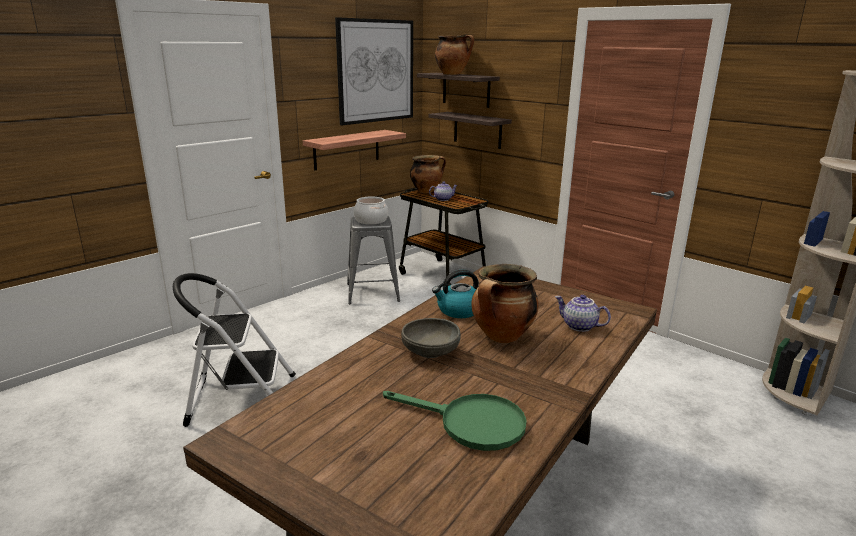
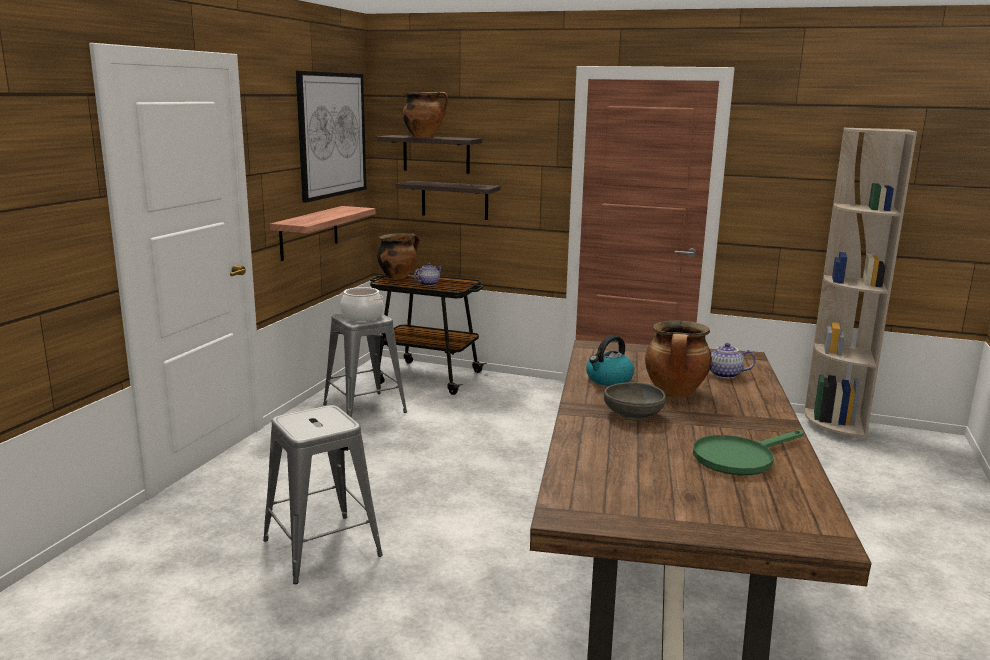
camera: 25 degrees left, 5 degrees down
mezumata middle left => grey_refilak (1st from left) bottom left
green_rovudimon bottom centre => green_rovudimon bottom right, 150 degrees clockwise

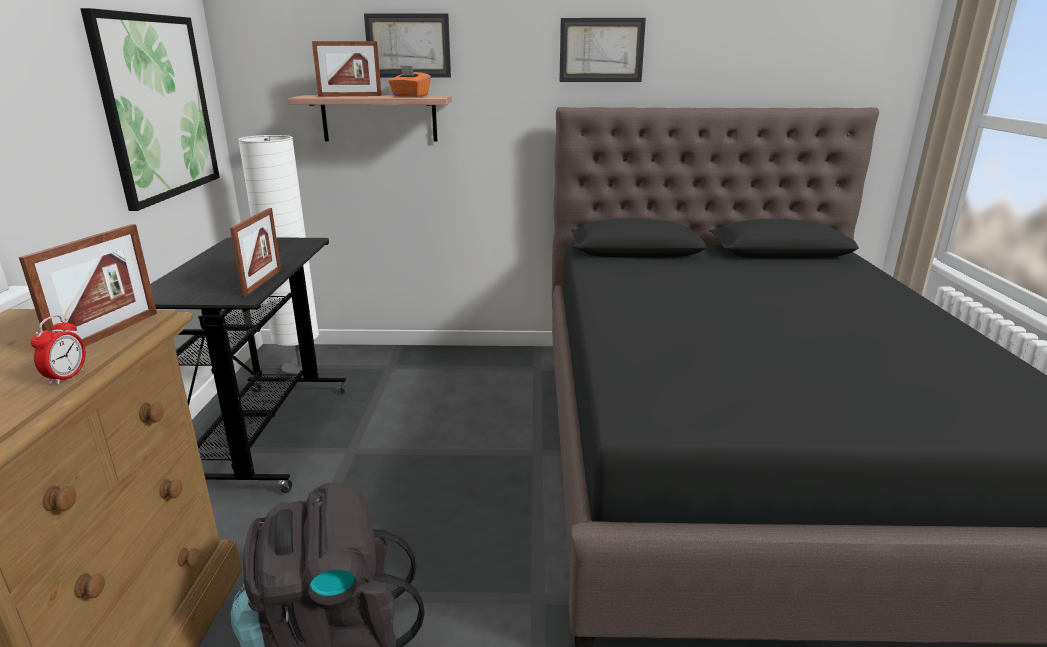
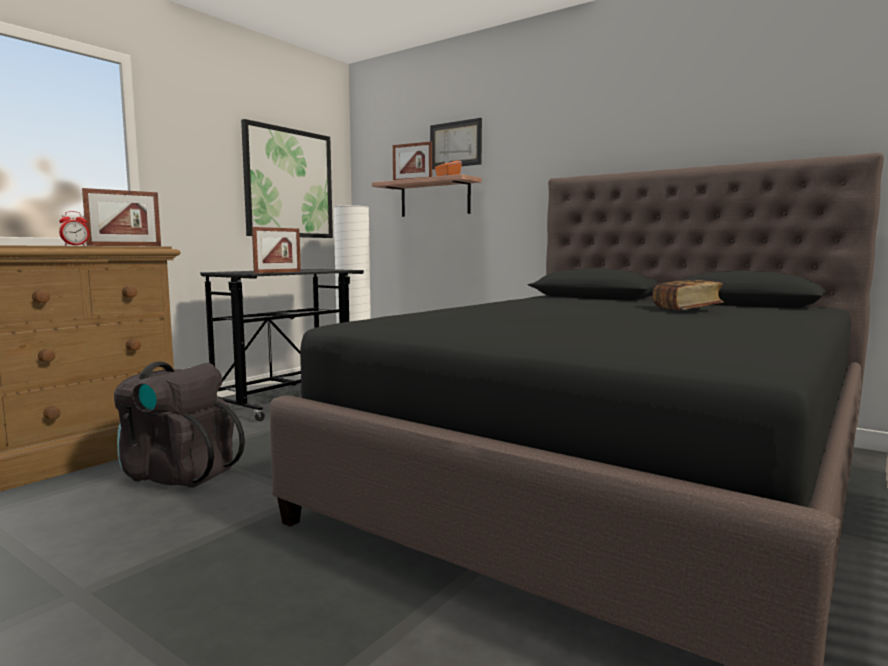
camera: 35 degrees right, 15 degrees down
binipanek (3rd from left) top centre => nothing
nothing => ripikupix middle right

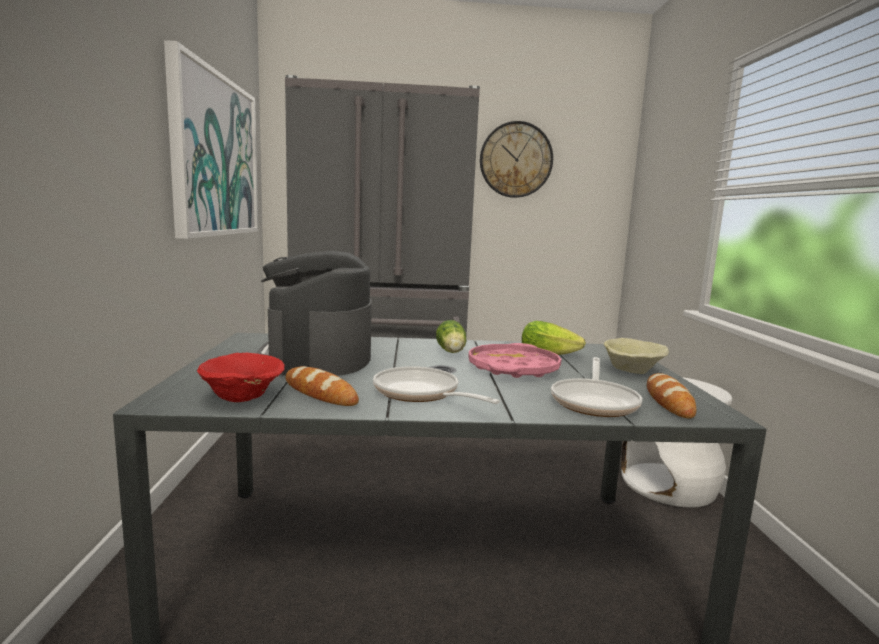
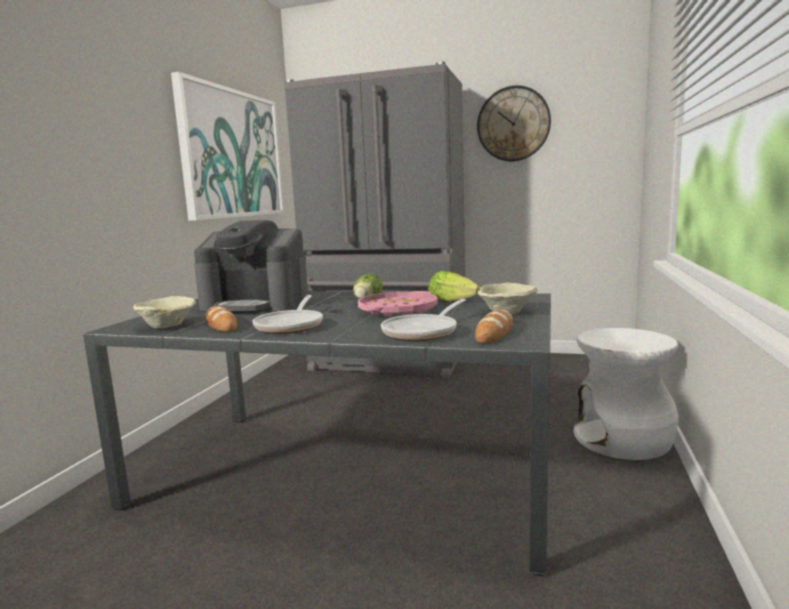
camera: 20 degrees right, 0 degrees up
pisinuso centre => pisinuso middle left, 90 degrees counterclockwise
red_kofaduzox middle left => beige_kofaduzox (1st from left) middle left
rovudimon (1st from left) centre, 150 degrees counterclockwise

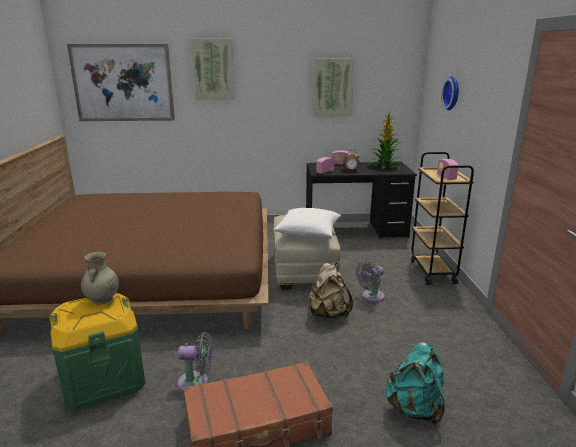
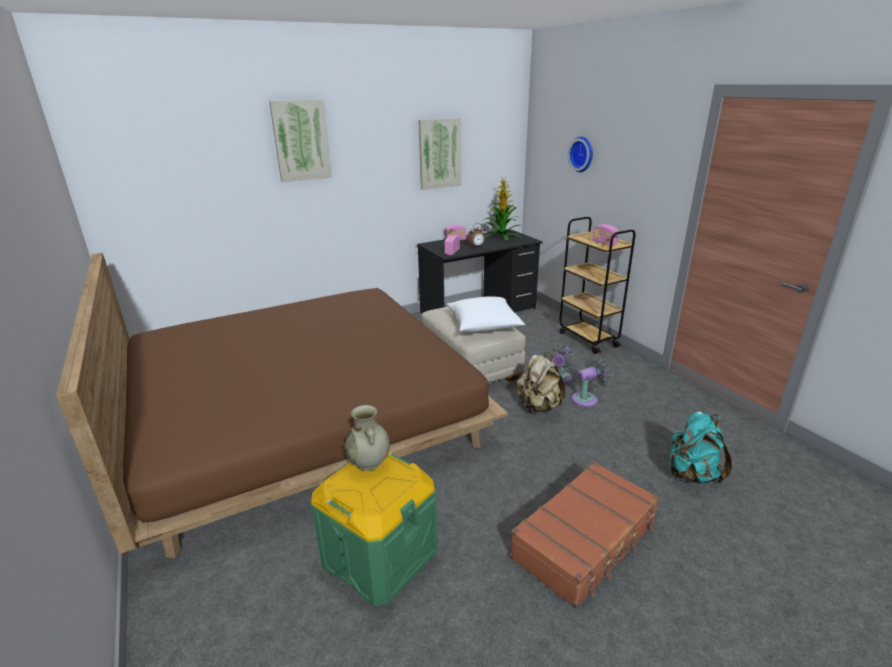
camera: 25 degrees left, 5 degrees up
binipanek (1st from left) top left => nothing
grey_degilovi (1st from left in the first image) bottom centre => grey_degilovi (2nd from left) centre, moved

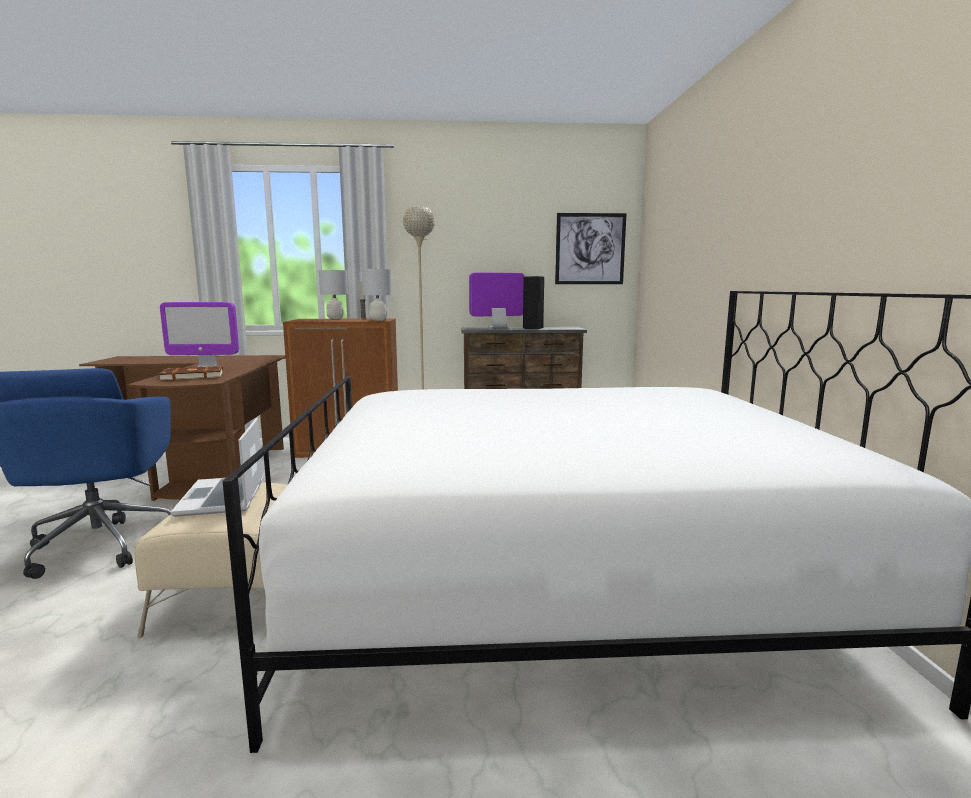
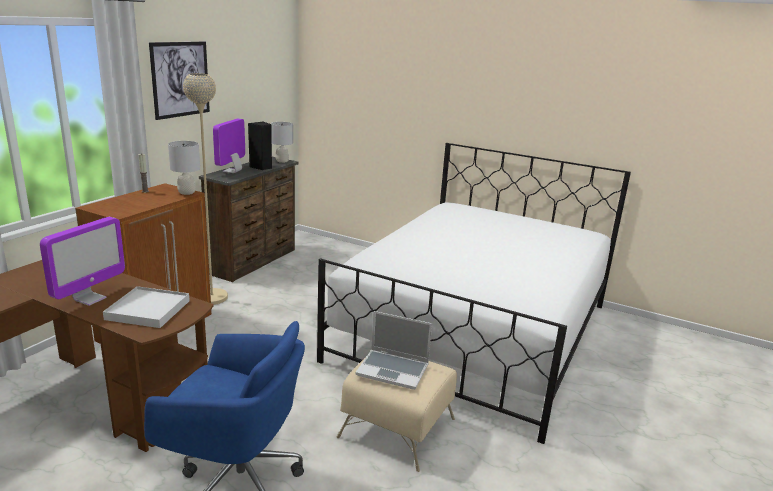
camera: 60 degrees left, 10 degrees up
binipanek top centre => binipanek top left, moved
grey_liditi (1st from left in the first image) centre => grey_liditi (2nd from left) top centre, moved
brown_ripikupix middle left => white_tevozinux middle left

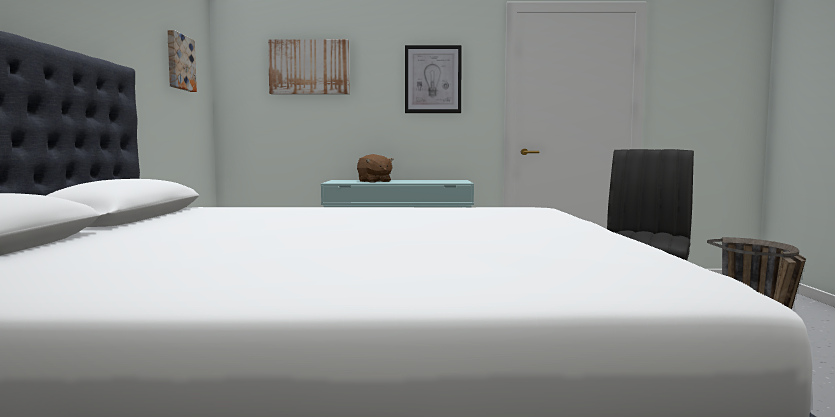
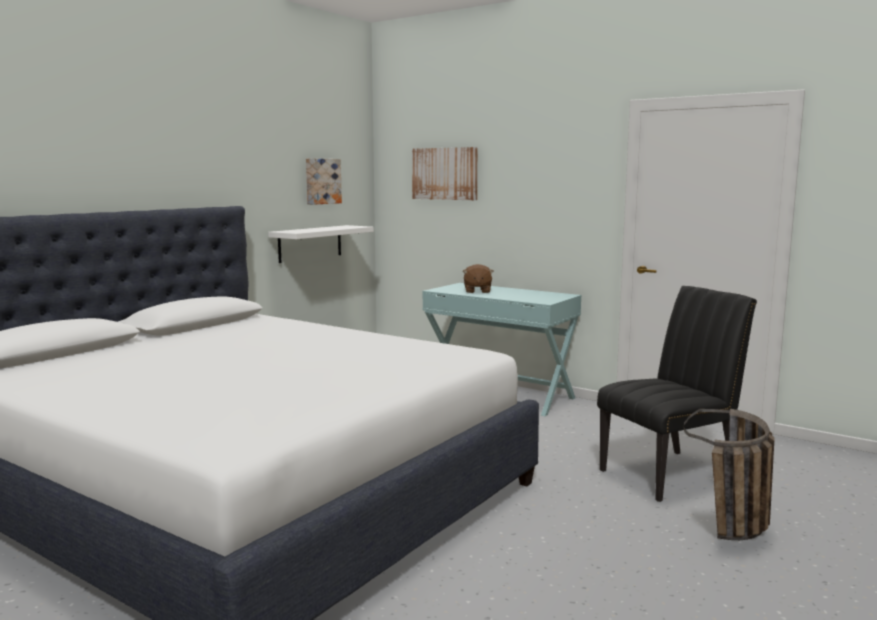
camera: 35 degrees right, 5 degrees up
binipanek (3rd from left) top centre => nothing
nothing => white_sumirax centre

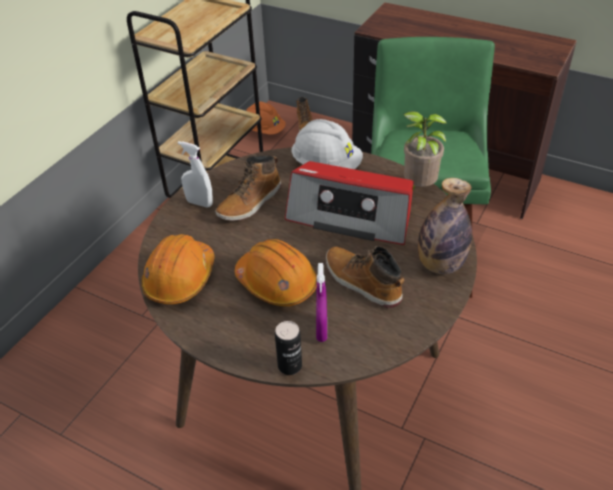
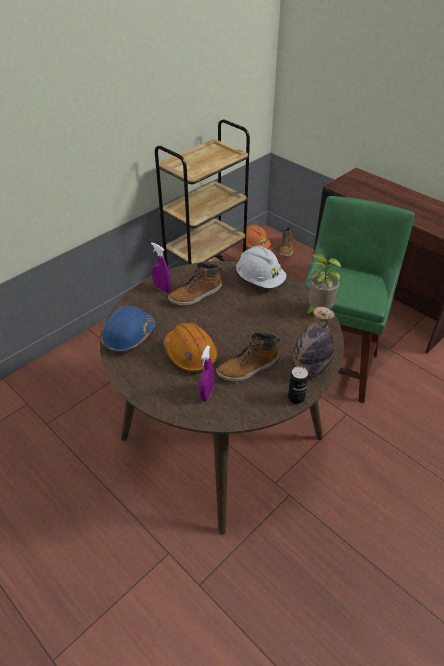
camera: 15 degrees right, 0 degrees up
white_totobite middle left => purple_totobite (1st from left) centre
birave centre => nothing
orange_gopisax (1st from left) middle left => blue_gopisax middle left
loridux (3rd from left in the first image) centre => loridux (2nd from left) centre, 90 degrees counterclockwise
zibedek bottom centre => zibedek middle right, moved

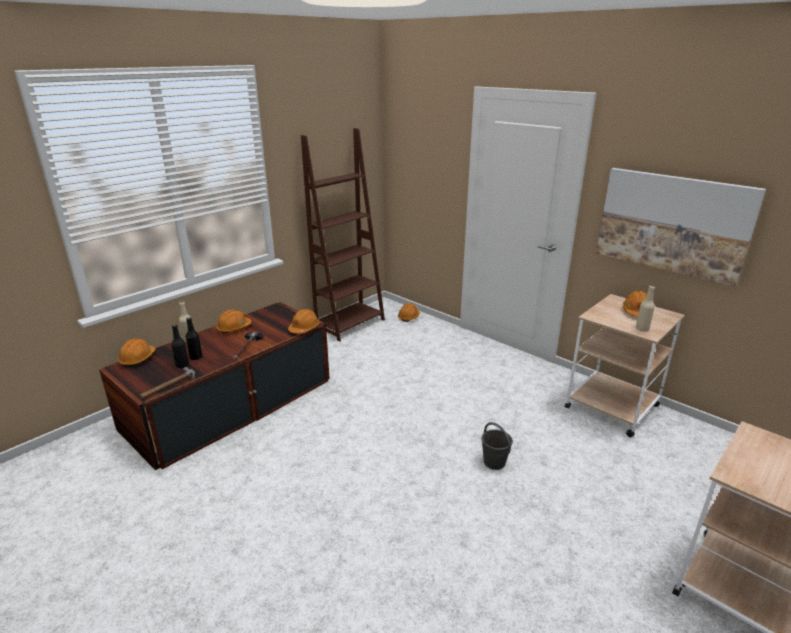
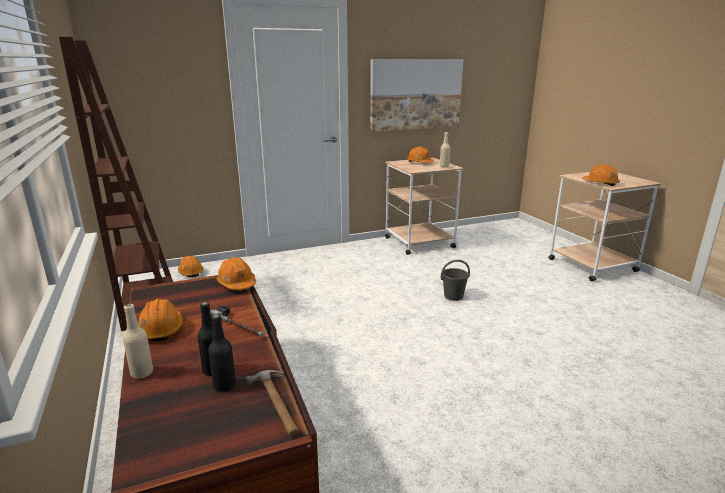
camera: 65 degrees left, 5 degrees down
orange_gopisax (1st from left in the first image) middle left => orange_gopisax (5th from left) middle right, moved

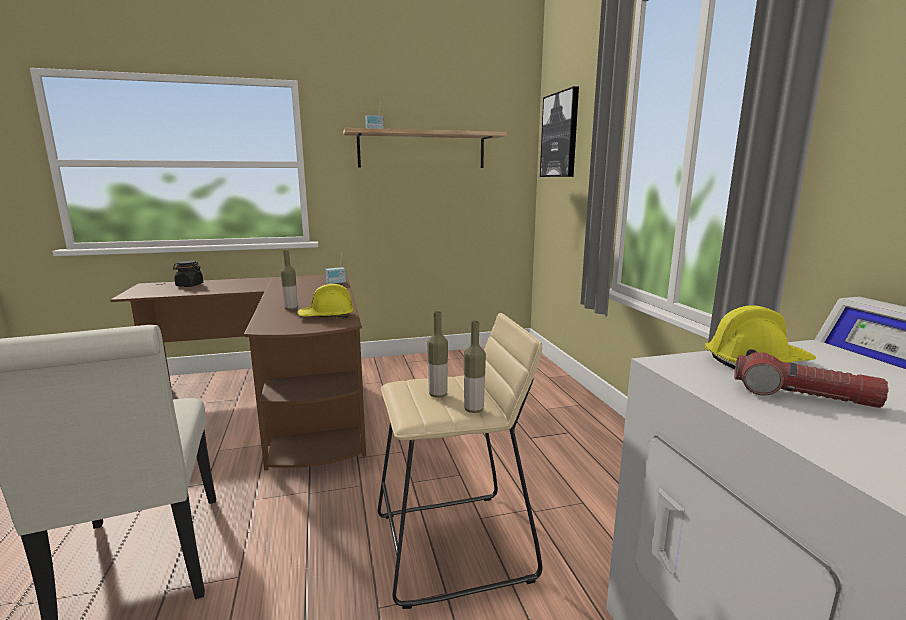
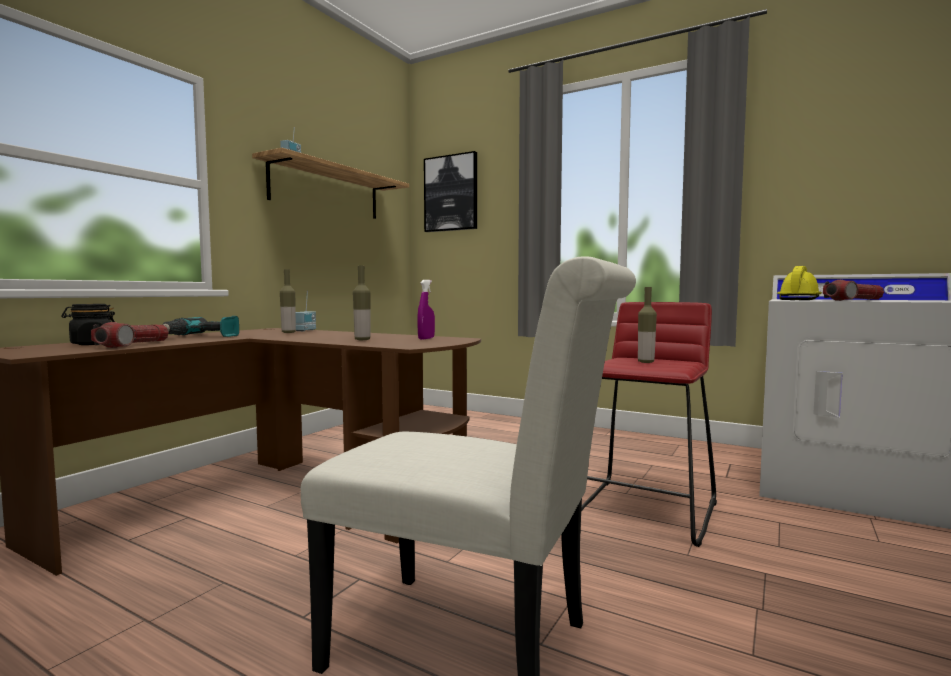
camera: 45 degrees left, 10 degrees down
yellow_gopisax (1st from left) centre => purple_totobite centre
beige_refilak bottom centre => red_refilak middle right
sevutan (3rd from left in the first image) centre => sevutan (1st from left) middle left, moved
nothing => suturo middle left
nothing => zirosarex (1st from left) middle left

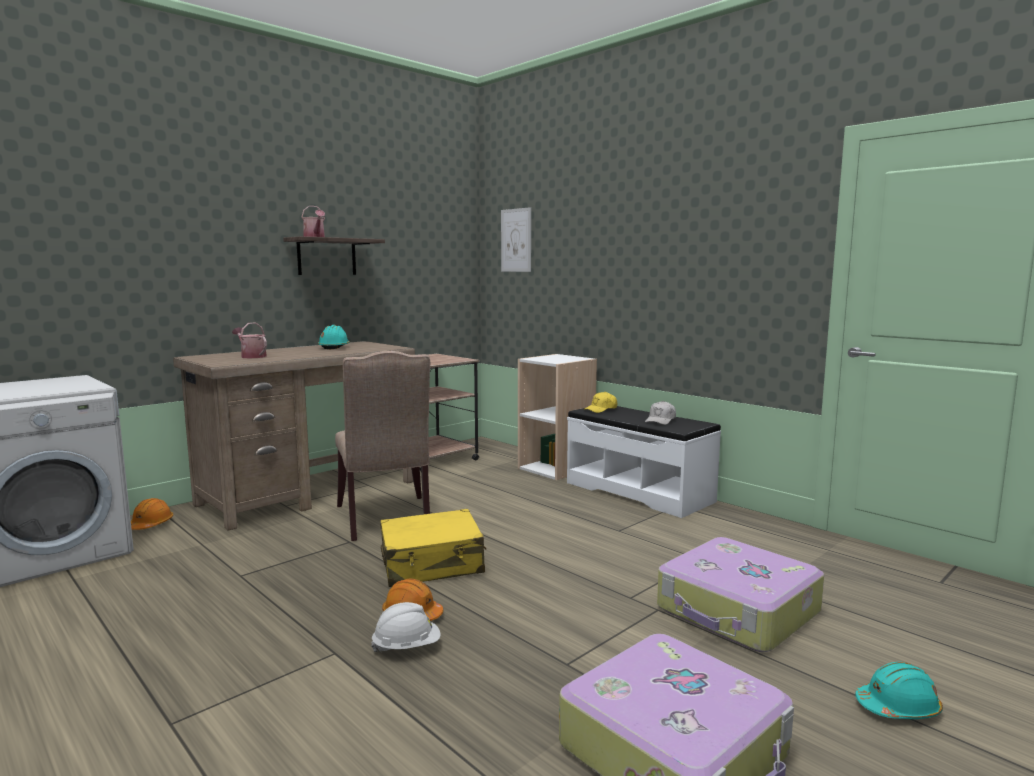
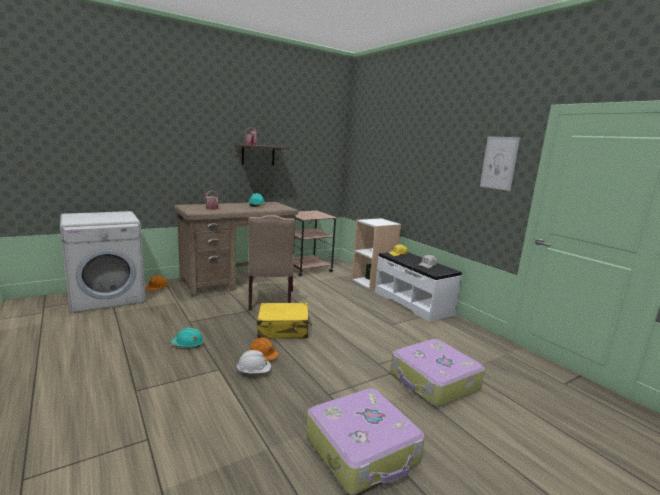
camera: 10 degrees right, 5 degrees up
binipanek top centre => binipanek top right, moved
turquoise_gopisax (2nd from left in the first image) bottom right => turquoise_gopisax (1st from left) bottom left, moved

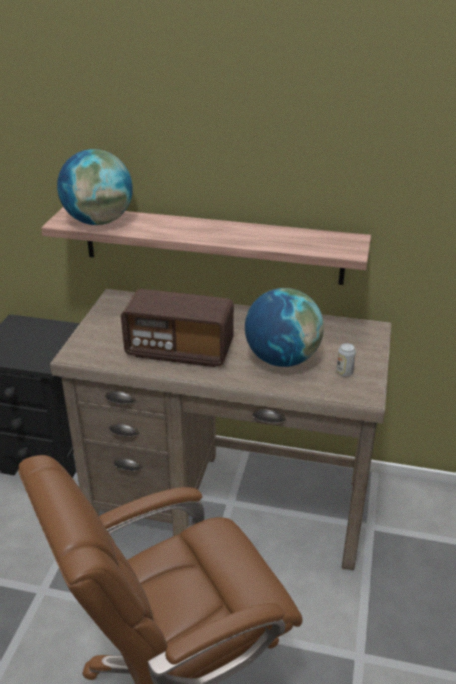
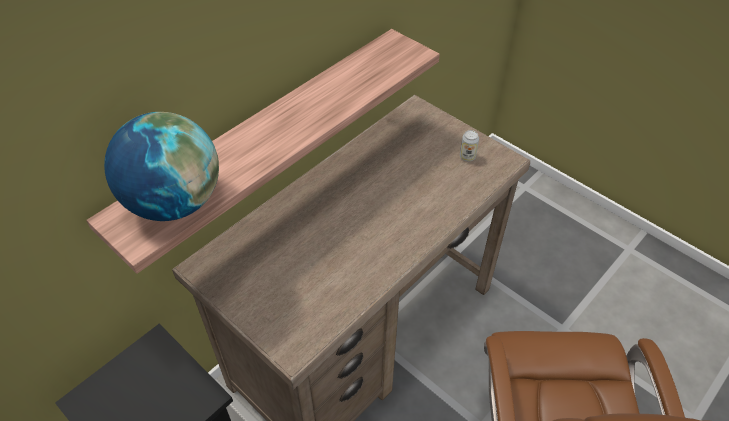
camera: 60 degrees left, 15 degrees up
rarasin (2nd from left) centre => nothing
birave centre => nothing

